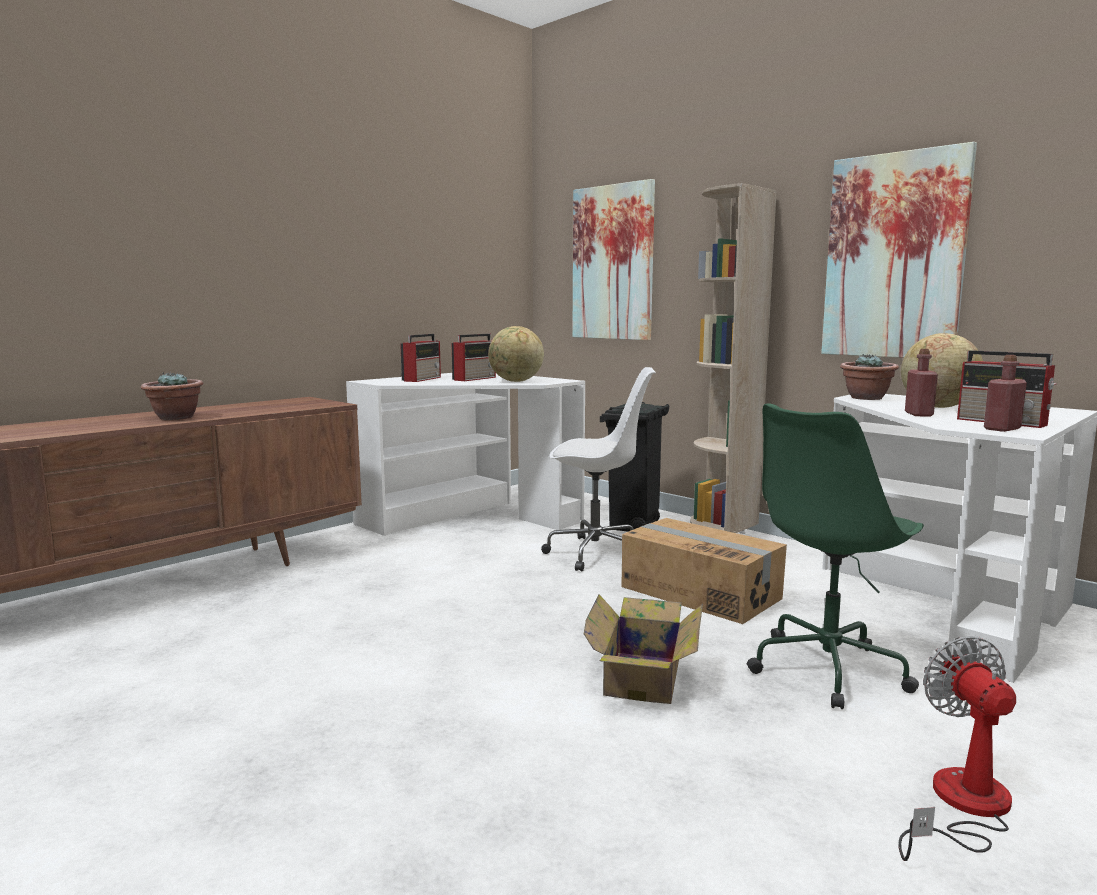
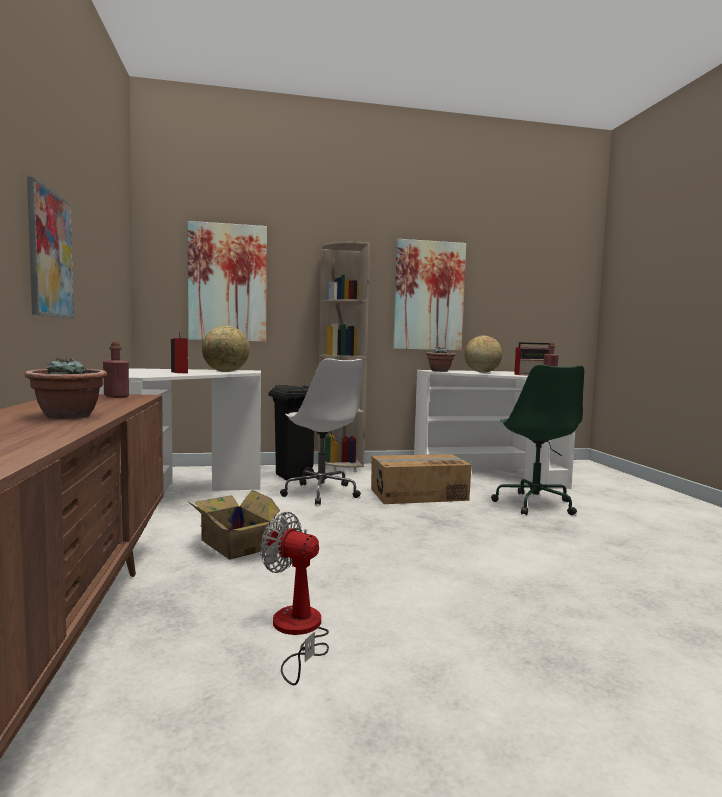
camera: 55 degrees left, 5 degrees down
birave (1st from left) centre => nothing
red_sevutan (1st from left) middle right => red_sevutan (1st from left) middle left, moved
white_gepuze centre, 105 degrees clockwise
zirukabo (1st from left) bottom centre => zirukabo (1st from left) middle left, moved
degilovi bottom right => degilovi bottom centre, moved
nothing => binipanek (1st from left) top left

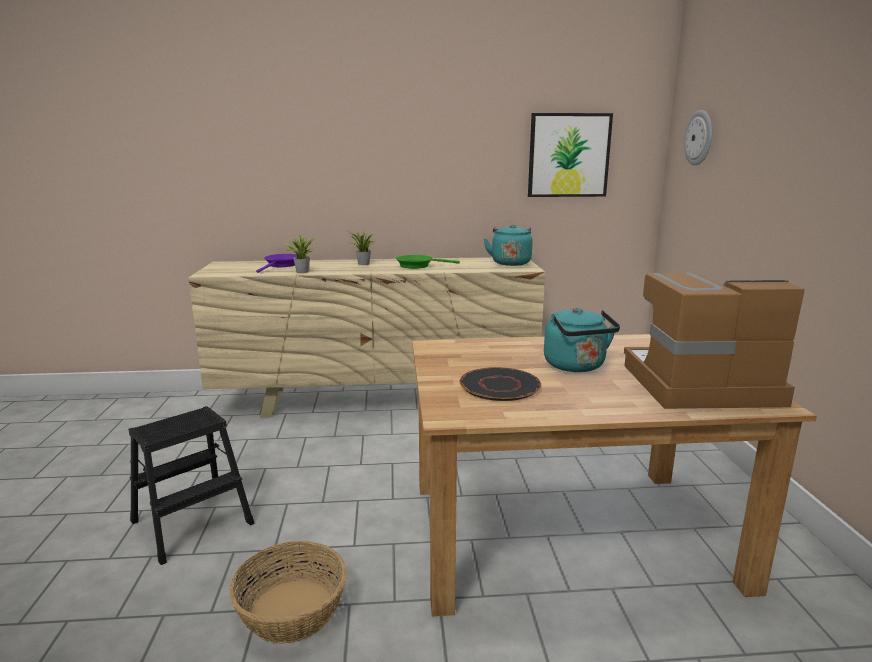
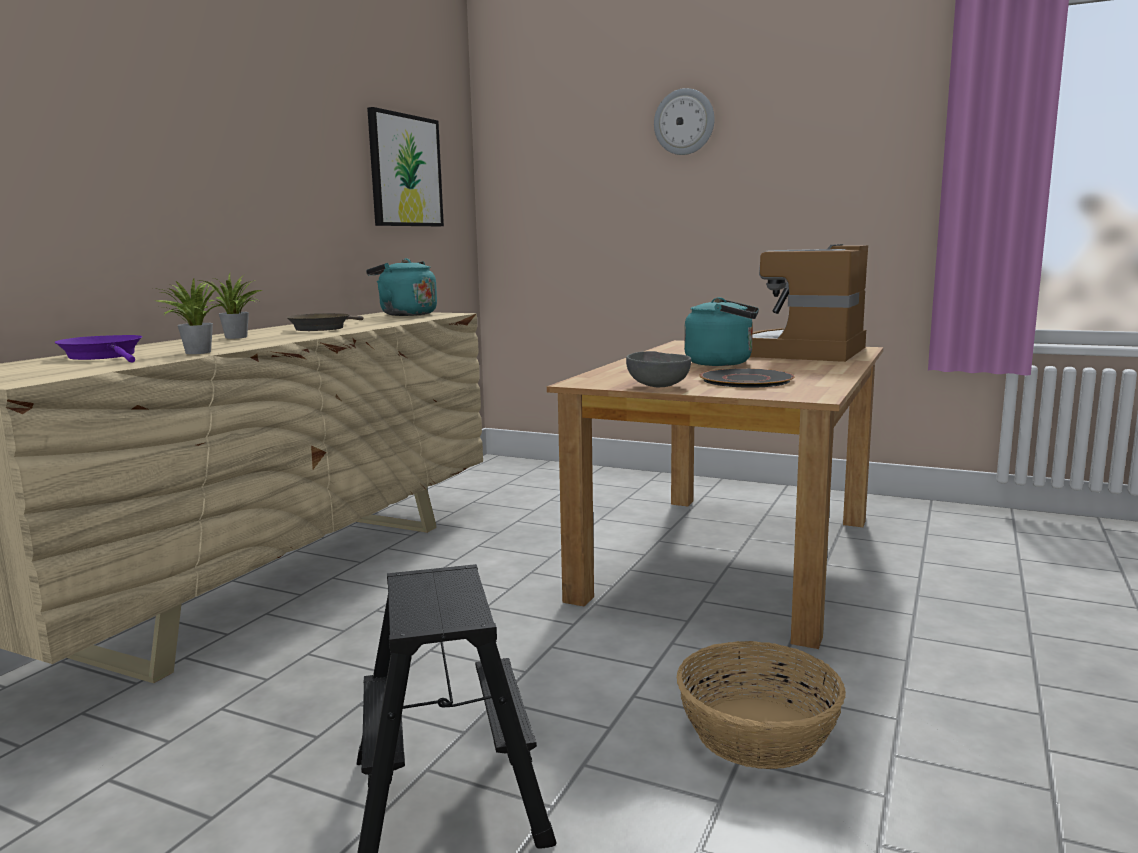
camera: 60 degrees left, 5 degrees down
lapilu top right => lapilu top centre, moved
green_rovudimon centre => brown_rovudimon middle left
nothing => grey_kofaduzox centre

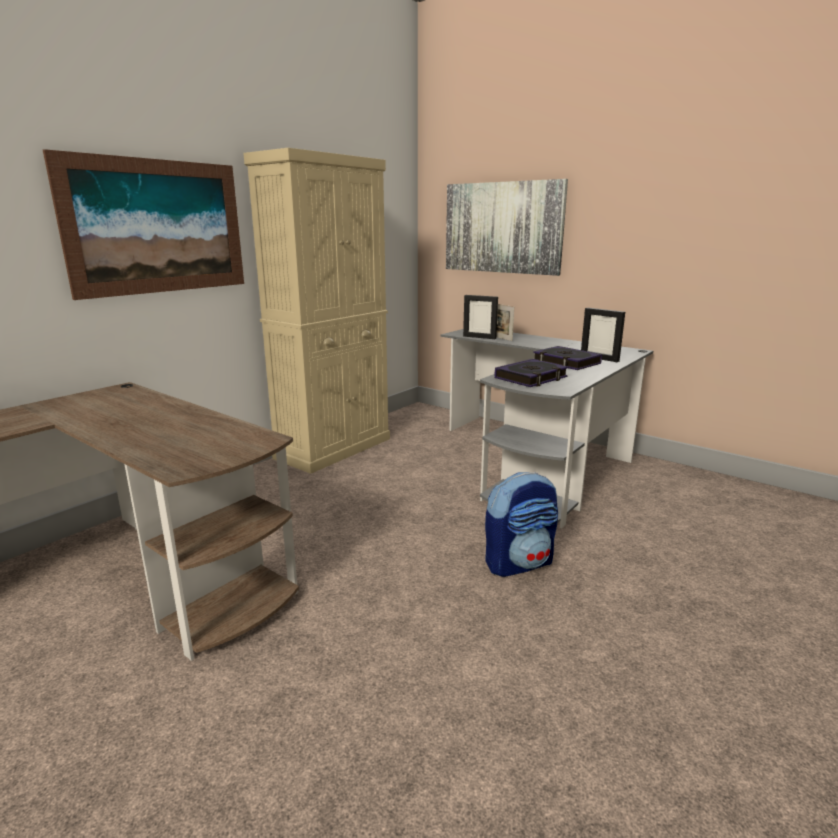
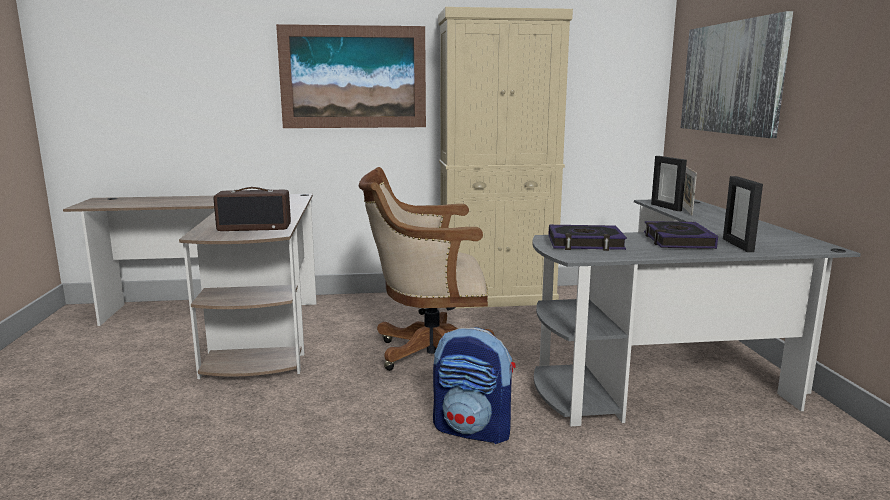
camera: 45 degrees right, 5 degrees down
nothing => gepuze centre
nothing => birave middle left

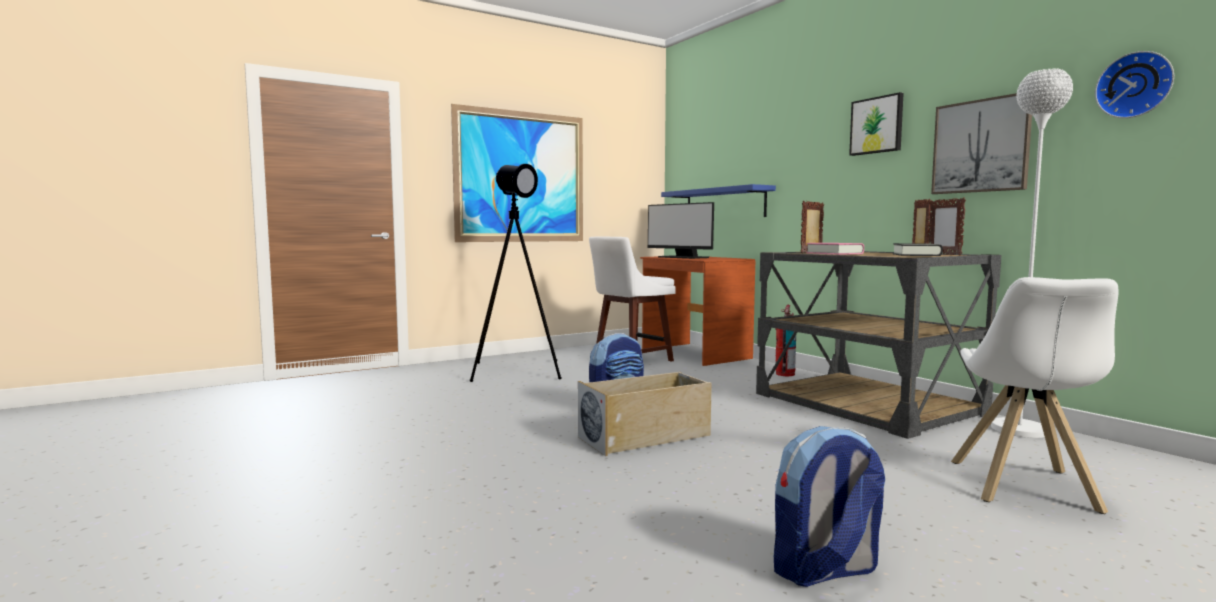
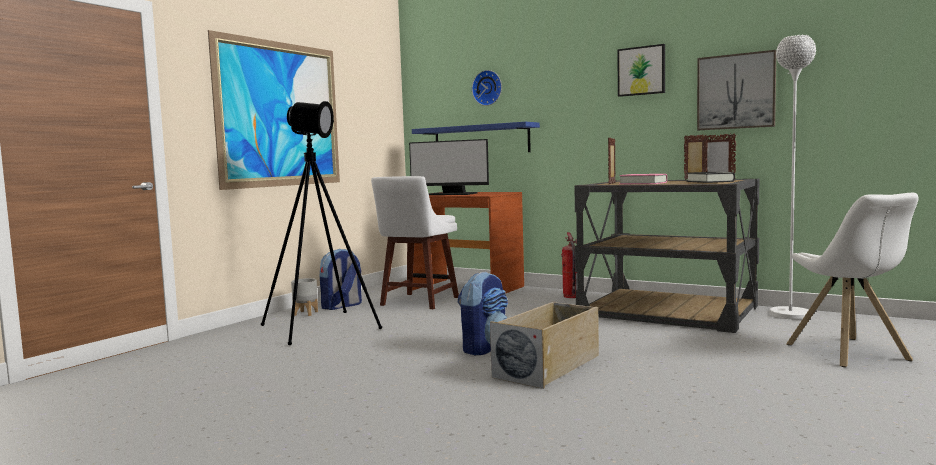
camera: 25 degrees left, 0 degrees up
lapilu top right => lapilu top centre, moved
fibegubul (2nd from left in the first image) bottom right => fibegubul (1st from left) centre, moved
nothing => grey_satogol middle left

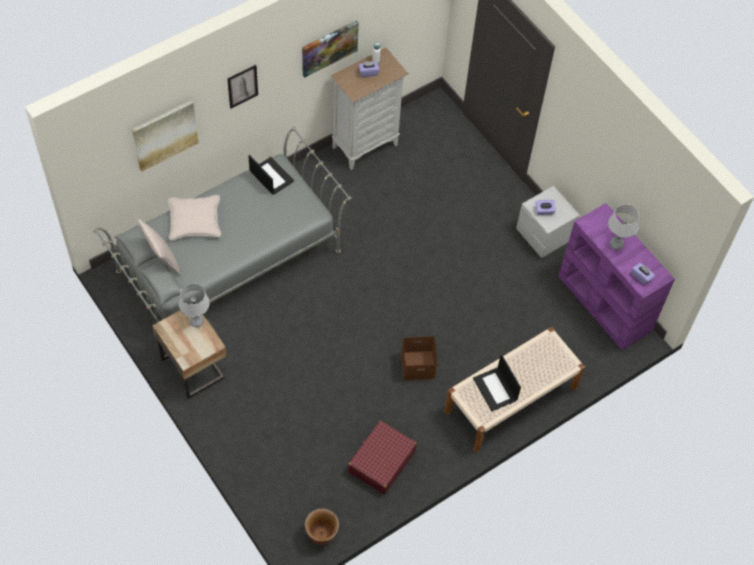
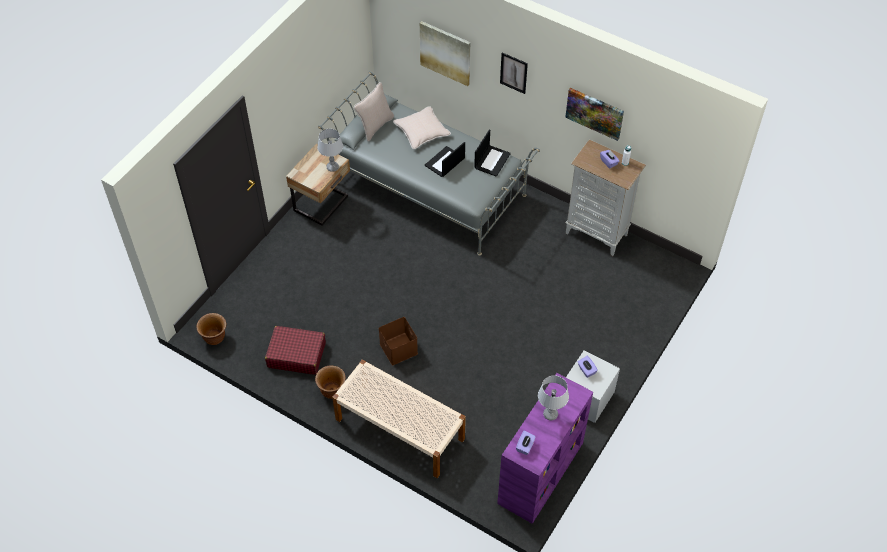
camera: 70 degrees right, 5 degrees down
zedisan (2nd from left in the first image) bottom centre => zedisan (1st from left) top centre, moved
nothing => brown_satogol (2nd from left) bottom centre

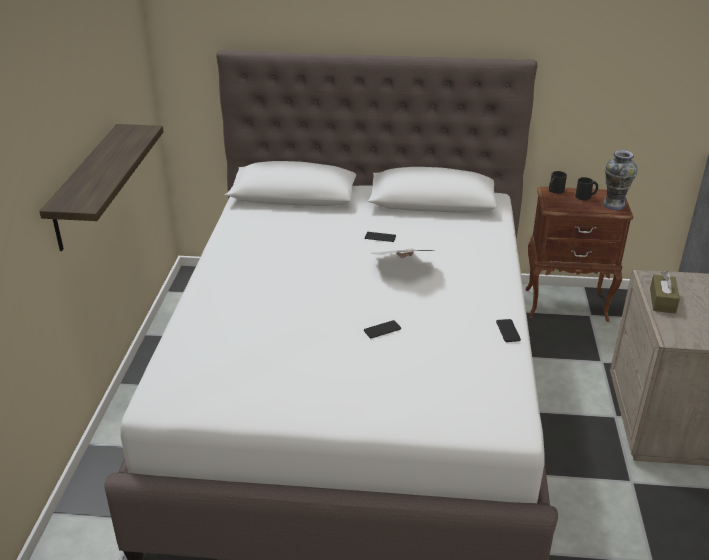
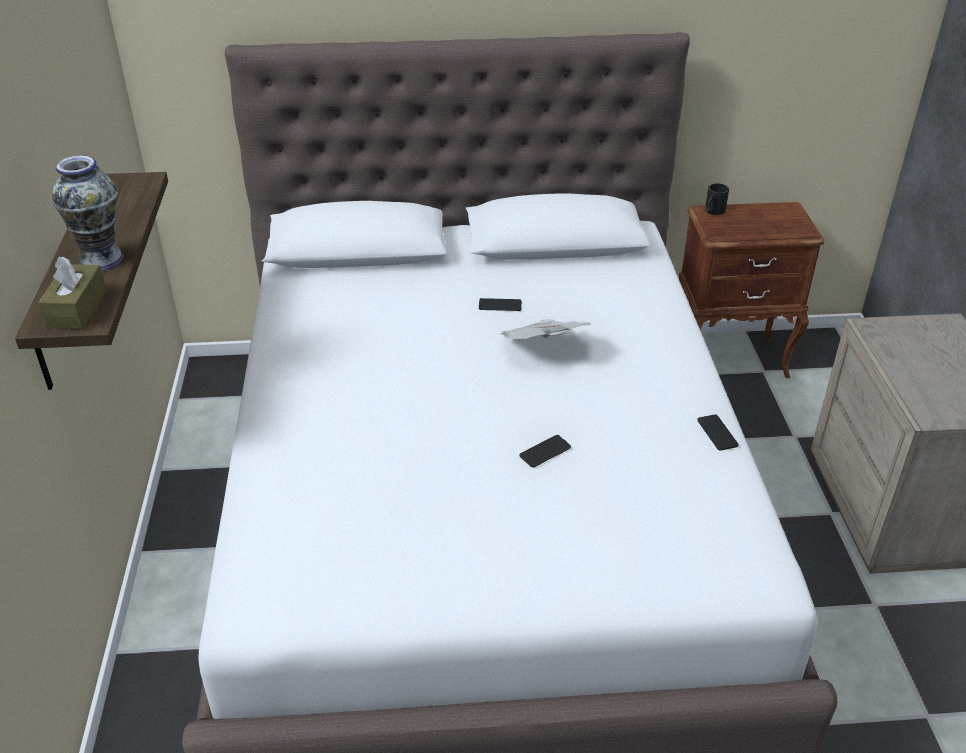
camera: 10 degrees left, 5 degrees up
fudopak top right => fudopak top left, moved
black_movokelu (2nd from left) middle right => nothing
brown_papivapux middle right => brown_papivapux middle left, moved

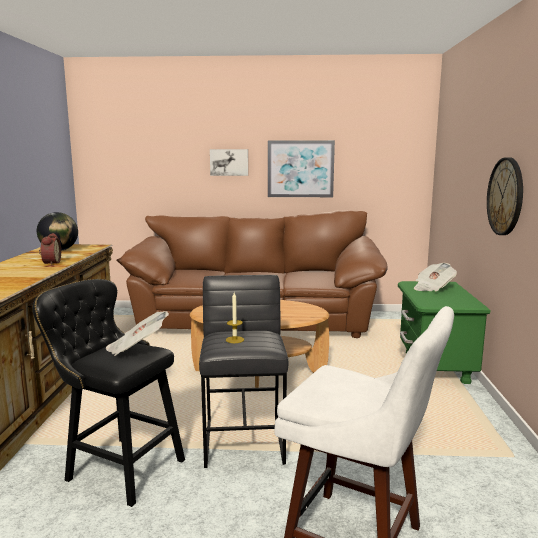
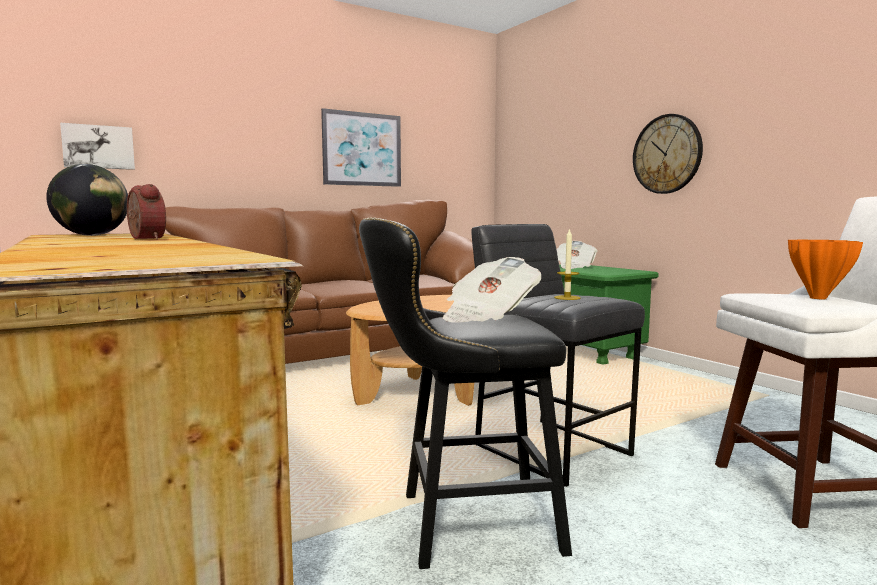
camera: 35 degrees left, 5 degrees down
binipanek (1st from left) top centre => binipanek (1st from left) top left, moved
nothing => orange_fudopak middle right

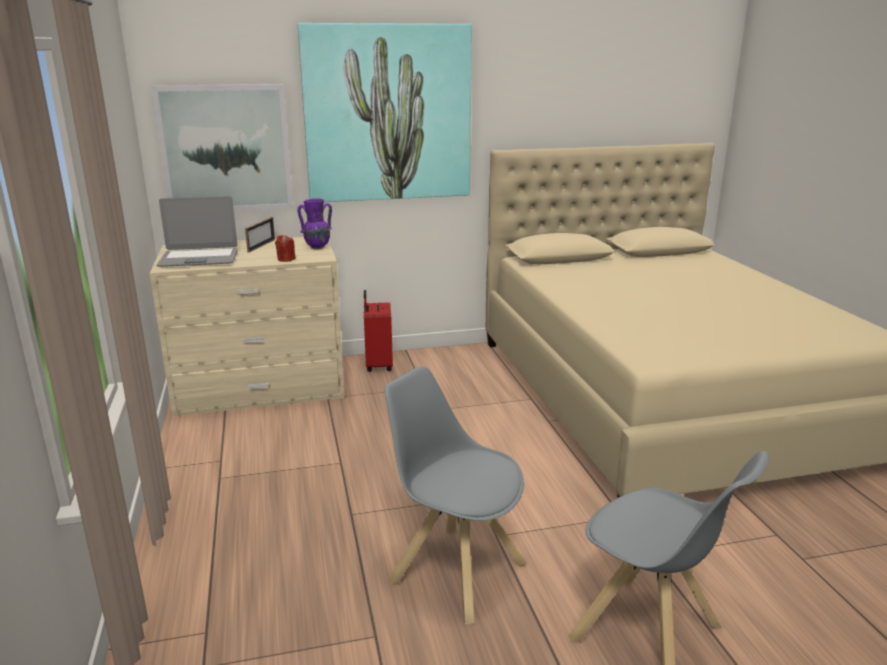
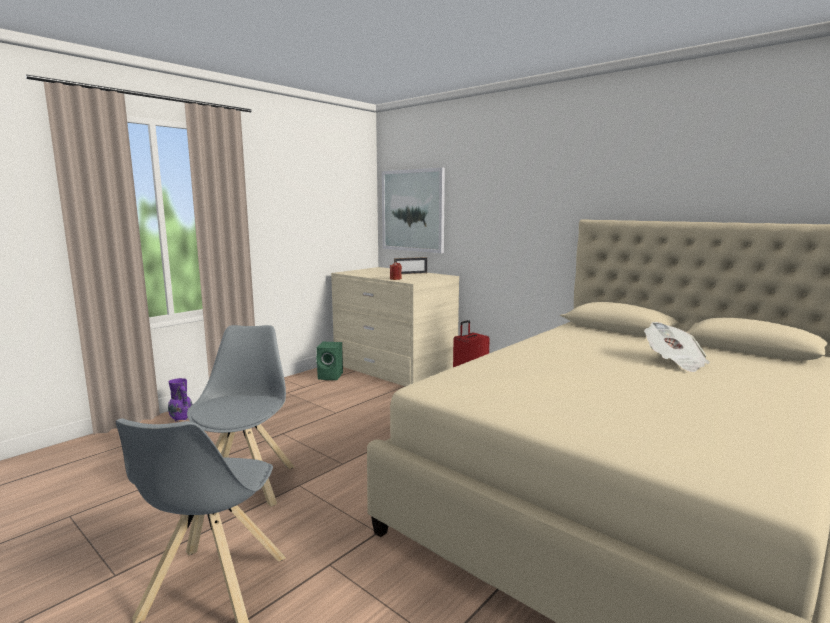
camera: 55 degrees right, 10 degrees down
binipanek (2nd from left) top centre => nothing
zedisan middle left => nothing
purple_fudopak centre => purple_fudopak middle left, moved
nothing => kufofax middle right
nothing => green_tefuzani centre

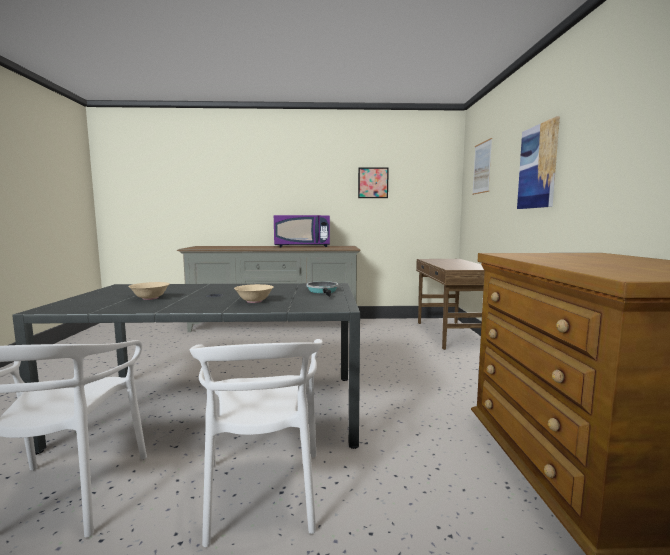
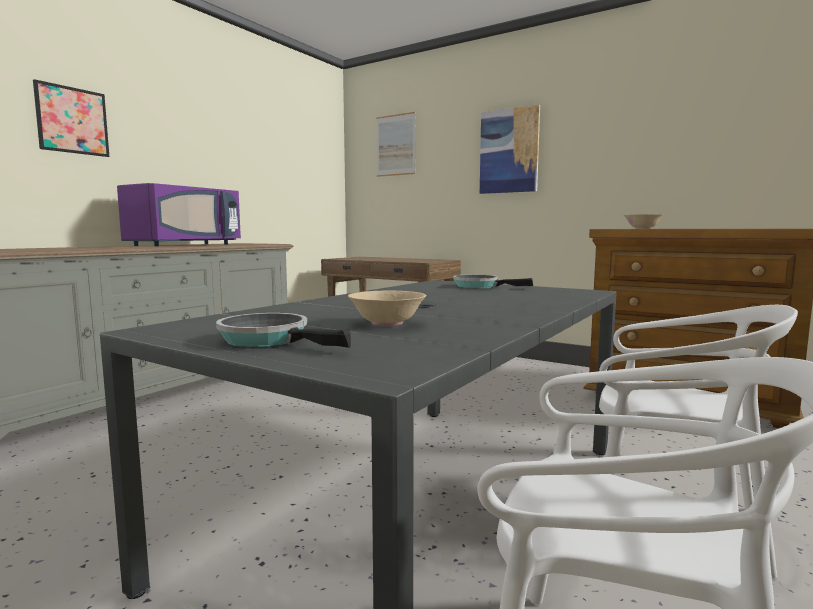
camera: 55 degrees left, 0 degrees up
binipanek (1st from left) top centre => binipanek (1st from left) top left, moved
beige_kofaduzox (2nd from left) centre => beige_kofaduzox (2nd from left) middle right, moved
nothing => rovudimon (1st from left) centre

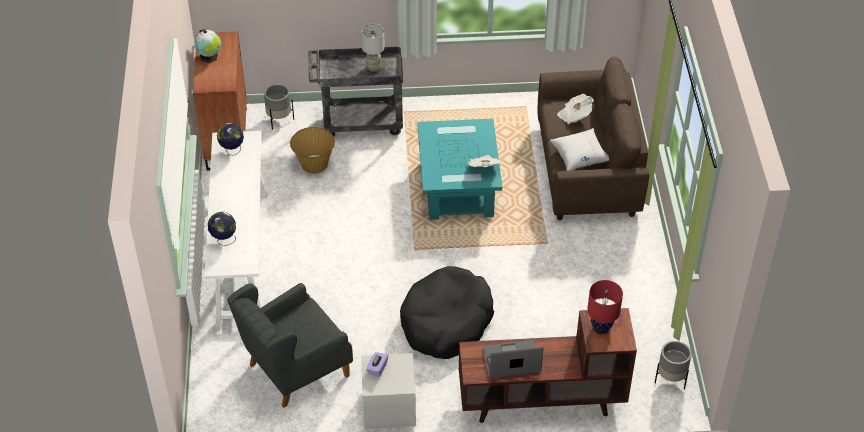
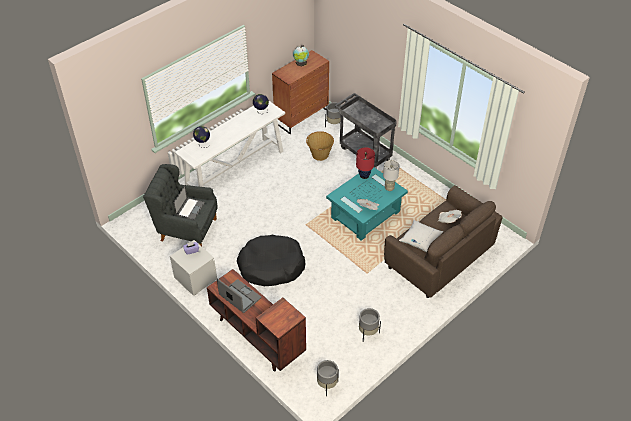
camera: 50 degrees right, 0 degrees up
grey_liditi top centre => grey_liditi centre, moved
red_liditi bottom right => red_liditi centre, moved
nothing => zedisan (1st from left) middle left
nothing => grey_satogol (3rd from left) bottom centre

